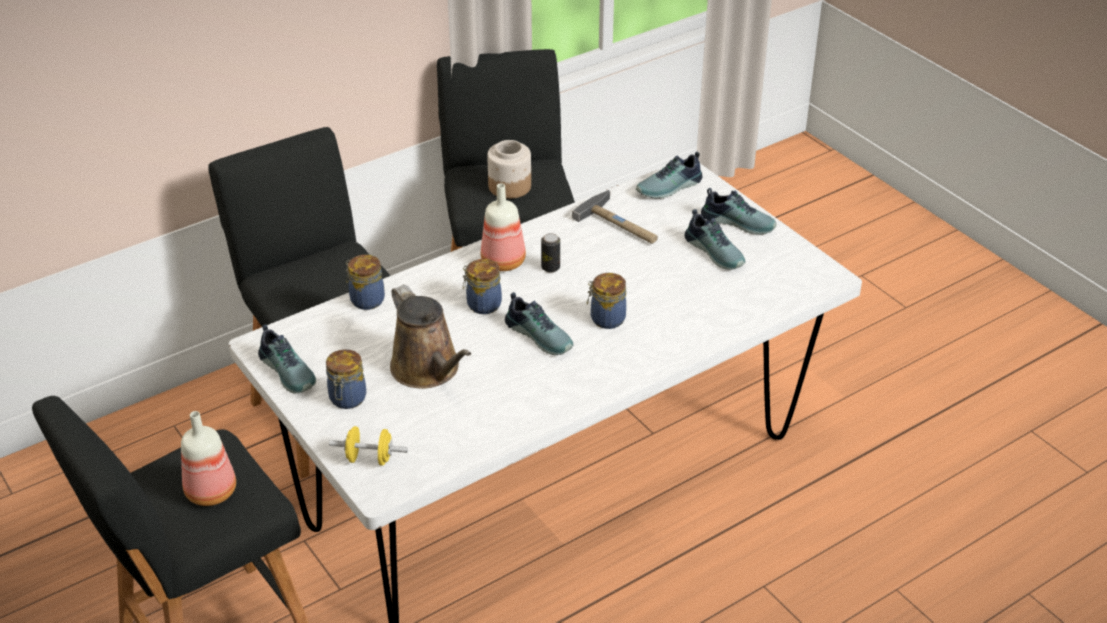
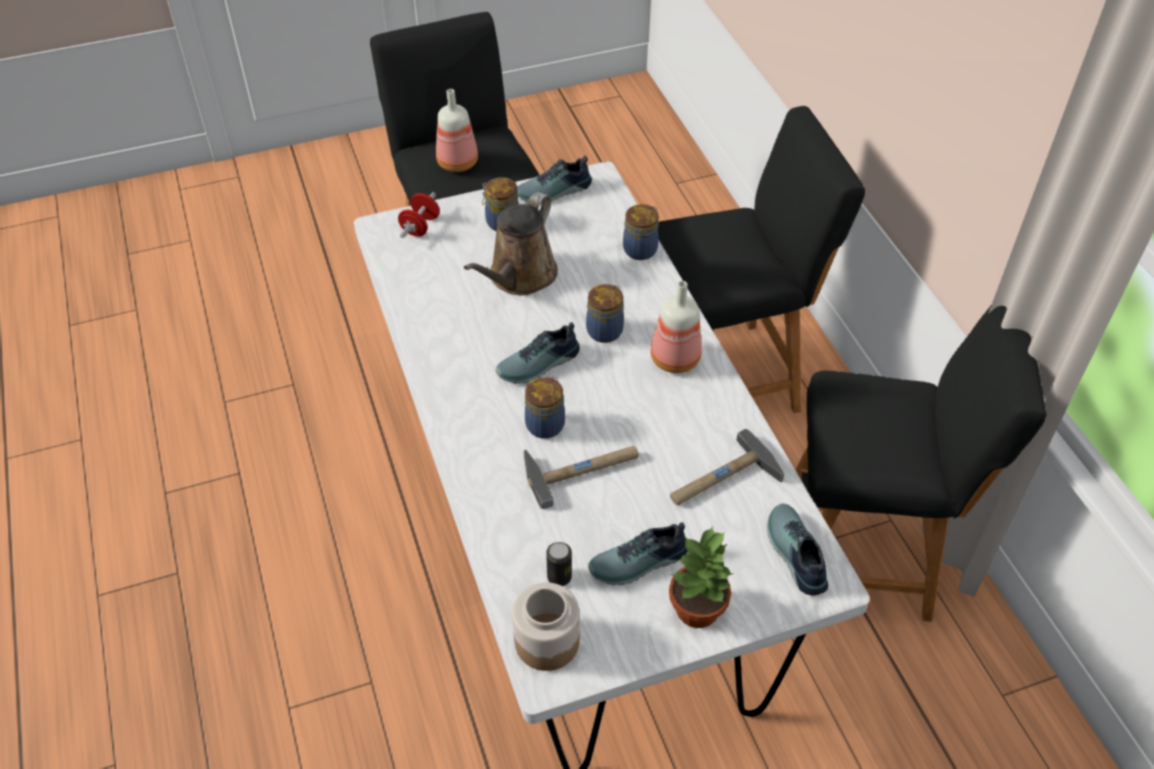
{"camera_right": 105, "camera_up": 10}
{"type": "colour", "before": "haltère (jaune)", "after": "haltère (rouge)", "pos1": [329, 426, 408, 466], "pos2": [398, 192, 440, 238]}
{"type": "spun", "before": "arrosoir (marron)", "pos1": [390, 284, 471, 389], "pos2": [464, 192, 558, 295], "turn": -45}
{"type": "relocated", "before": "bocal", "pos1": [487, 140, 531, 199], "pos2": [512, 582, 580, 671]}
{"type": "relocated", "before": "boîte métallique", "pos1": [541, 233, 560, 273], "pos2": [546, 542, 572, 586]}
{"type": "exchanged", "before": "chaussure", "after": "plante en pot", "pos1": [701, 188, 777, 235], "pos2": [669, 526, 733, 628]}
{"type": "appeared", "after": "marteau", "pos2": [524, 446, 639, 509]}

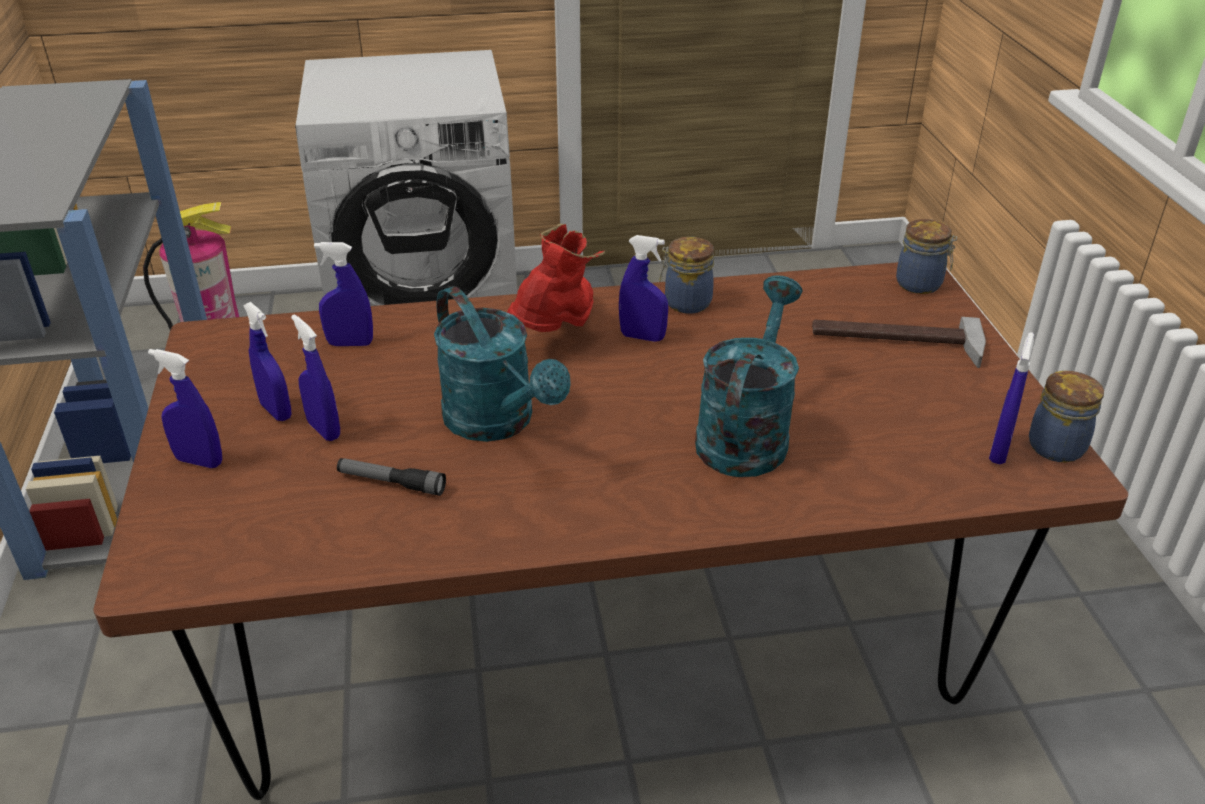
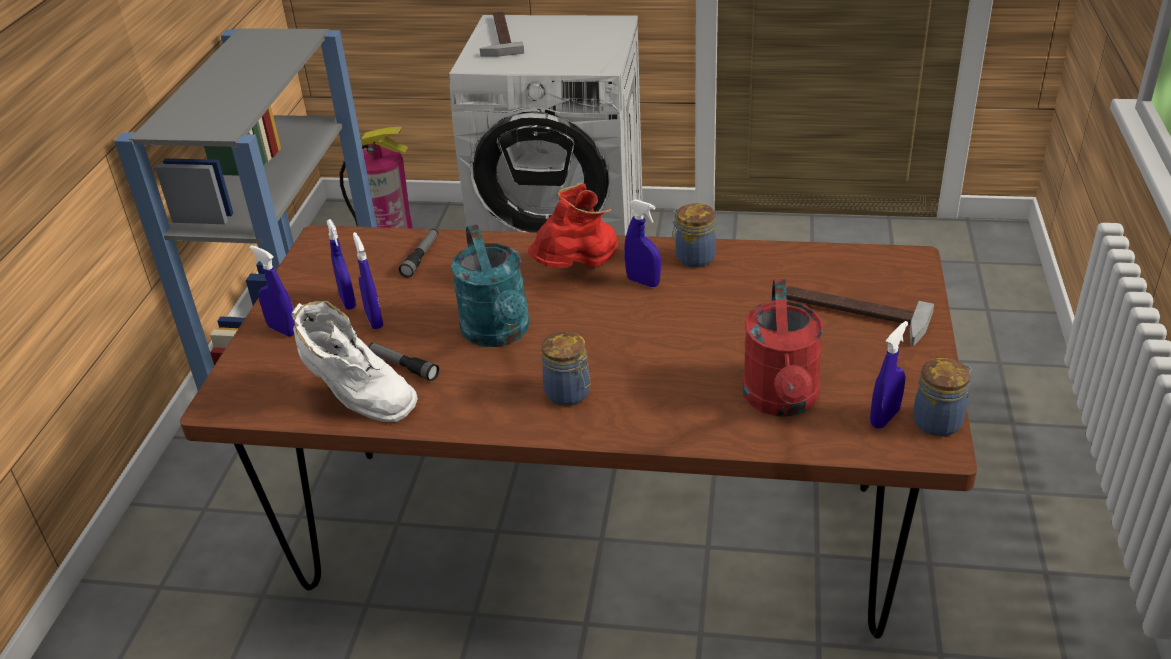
{"camera_right": 20, "camera_up": 0}
{"type": "exchanged", "before": "vaporisateur (bleu)", "after": "lampe de poche", "pos1": [314, 242, 373, 346], "pos2": [399, 229, 438, 278]}
{"type": "missing", "before": "arrosoir (turquoise)", "pos1": [695, 275, 803, 477]}
{"type": "relocated", "before": "bocal", "pos1": [896, 219, 957, 294], "pos2": [542, 332, 591, 406]}
{"type": "appeared", "after": "botte (blanc)", "pos2": [292, 301, 418, 422]}
{"type": "appeared", "after": "marteau", "pos2": [480, 12, 524, 57]}
{"type": "appeared", "after": "arrosoir (rouge)", "pos2": [743, 279, 823, 417]}

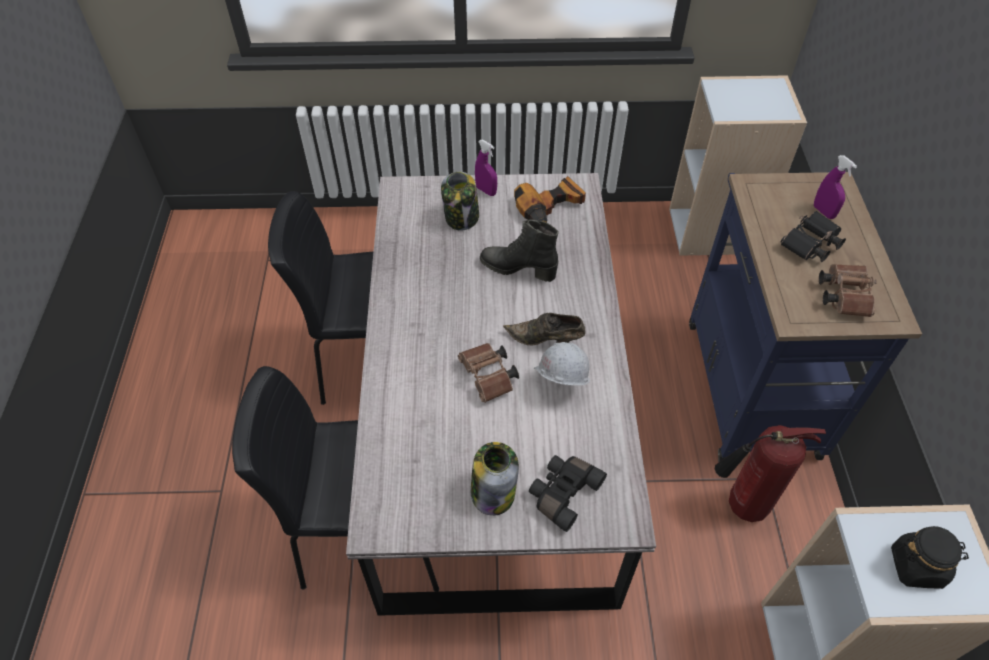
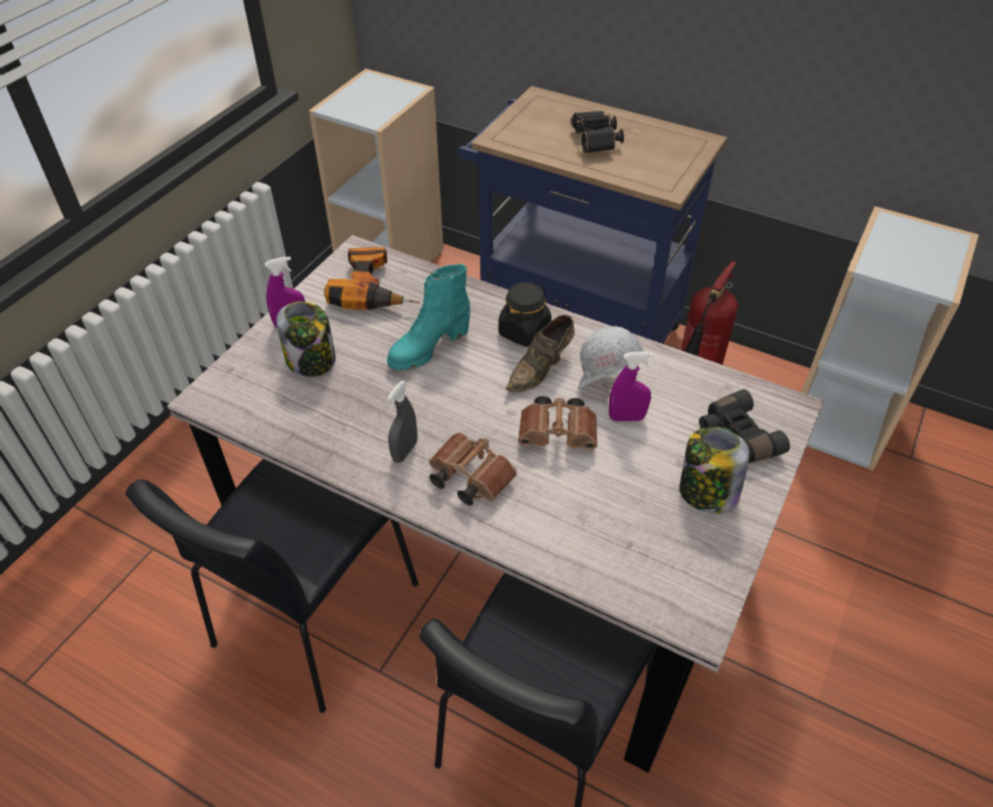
{"camera_right": -60, "camera_up": -5}
{"type": "colour", "before": "botte (noir)", "after": "botte (turquoise)", "pos1": [480, 220, 559, 282], "pos2": [387, 264, 470, 371]}
{"type": "relocated", "before": "vaporisateur (violet)", "pos1": [814, 155, 857, 219], "pos2": [609, 352, 654, 421]}
{"type": "relocated", "before": "jumelles (marron)", "pos1": [819, 264, 877, 317], "pos2": [429, 432, 517, 506]}
{"type": "relocated", "before": "bocal (noir)", "pos1": [891, 526, 969, 589], "pos2": [498, 282, 552, 347]}
{"type": "appeared", "after": "vaporisateur (gris)", "pos2": [387, 381, 417, 463]}

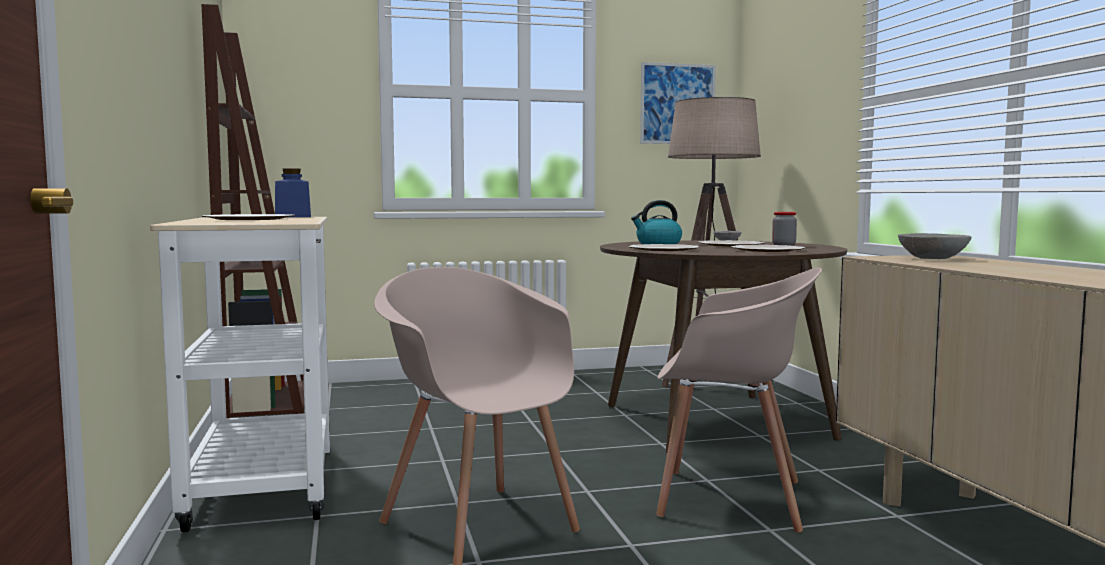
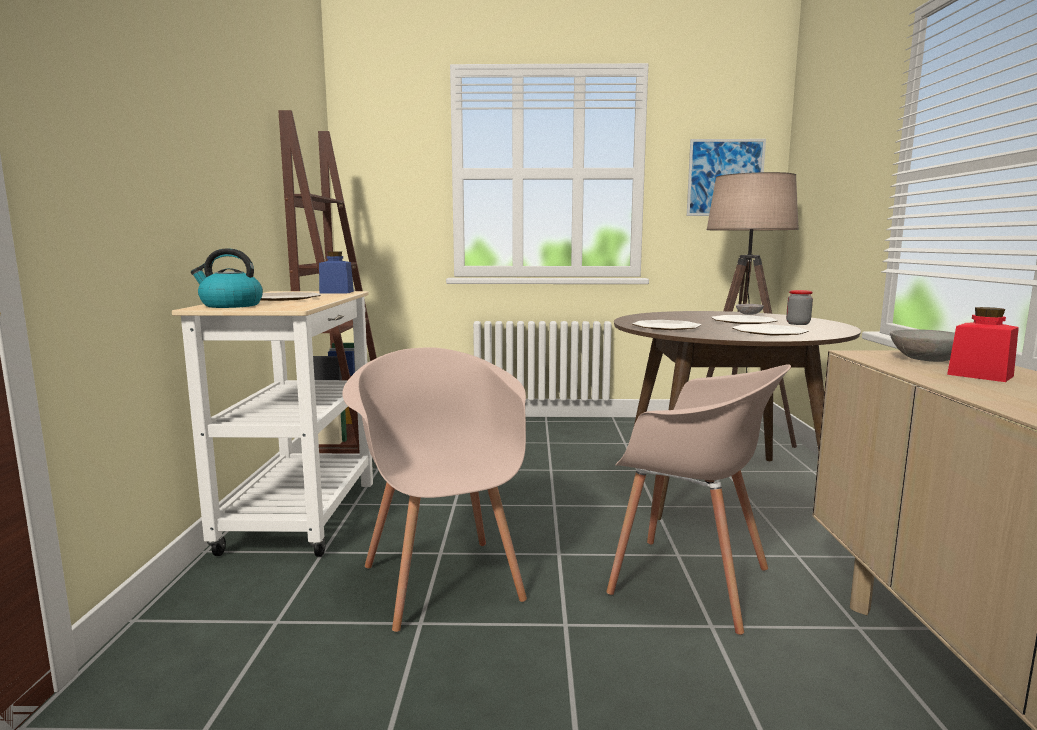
{"camera_right": 15, "camera_up": 5}
{"type": "relocated", "before": "bouilloire", "pos1": [631, 200, 682, 244], "pos2": [191, 248, 263, 308]}
{"type": "appeared", "after": "bocal (rouge)", "pos2": [947, 307, 1019, 382]}

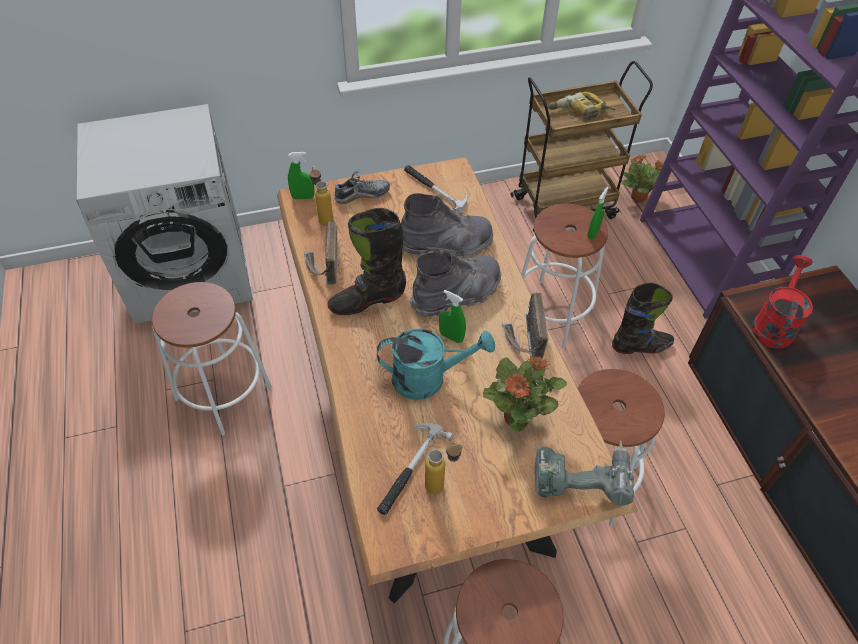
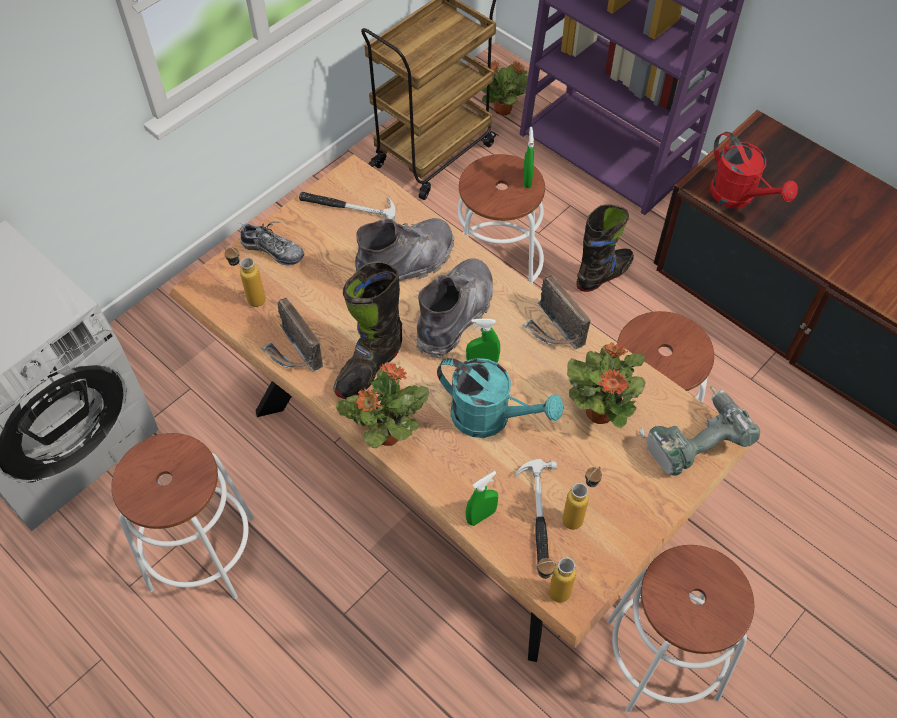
{"camera_right": -30, "camera_up": 5}
{"type": "relocated", "before": "vaporisateur (vert)", "pos1": [288, 152, 315, 199], "pos2": [466, 471, 498, 526]}
{"type": "spun", "before": "chaussure", "pos1": [334, 170, 390, 204], "pos2": [239, 222, 304, 265], "turn": 75}
{"type": "spun", "before": "arrosoir (turquoise)", "pos1": [377, 329, 495, 400], "pos2": [437, 358, 564, 438], "turn": 60}
{"type": "missing", "before": "perceuse", "pos1": [548, 92, 615, 121]}
{"type": "spun", "before": "arrosoir (rouge)", "pos1": [752, 255, 813, 349], "pos2": [710, 132, 798, 209], "turn": 150}
{"type": "appeared", "after": "plante en pot", "pos2": [336, 362, 429, 448]}
{"type": "appeared", "after": "bouteille", "pos2": [536, 557, 576, 603]}

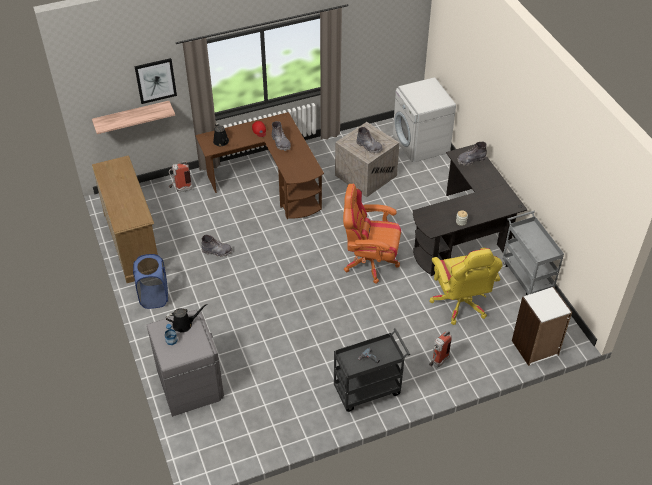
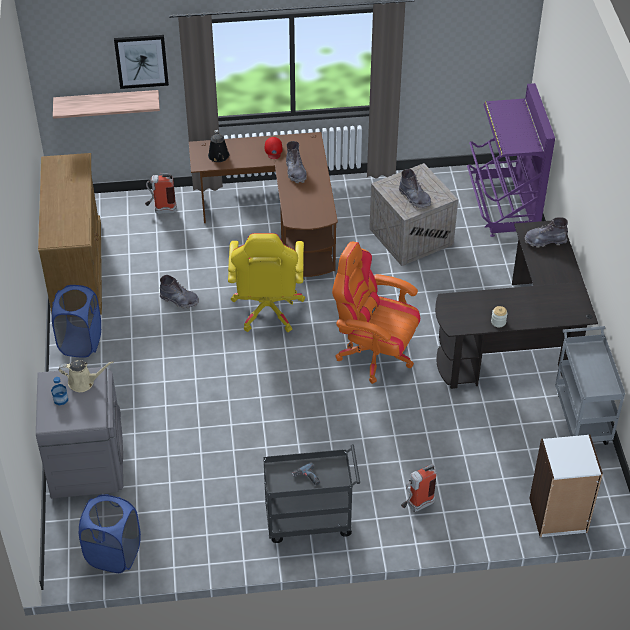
{"camera_right": 15, "camera_up": 0}
{"type": "colour", "before": "arrosoir (noir)", "after": "arrosoir (beige)", "pos1": [166, 304, 208, 333], "pos2": [59, 360, 114, 392]}
{"type": "exchanged", "before": "lave-linge (blanc)", "after": "étagère à chaussures (violet)", "pos1": [393, 77, 456, 162], "pos2": [467, 83, 555, 237]}
{"type": "relocated", "before": "chaise de bureau (jaune)", "pos1": [429, 248, 503, 325], "pos2": [228, 233, 305, 332]}
{"type": "appeared", "after": "panier à linge (bleu)", "pos2": [79, 494, 141, 573]}

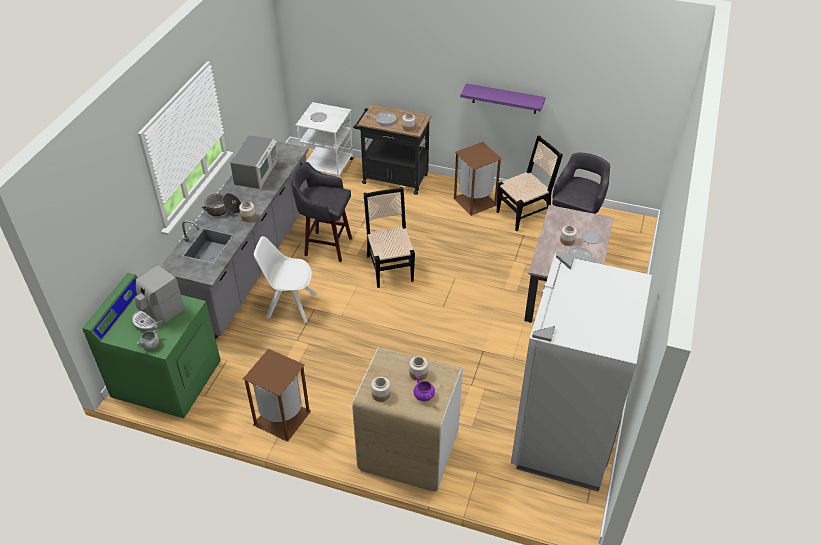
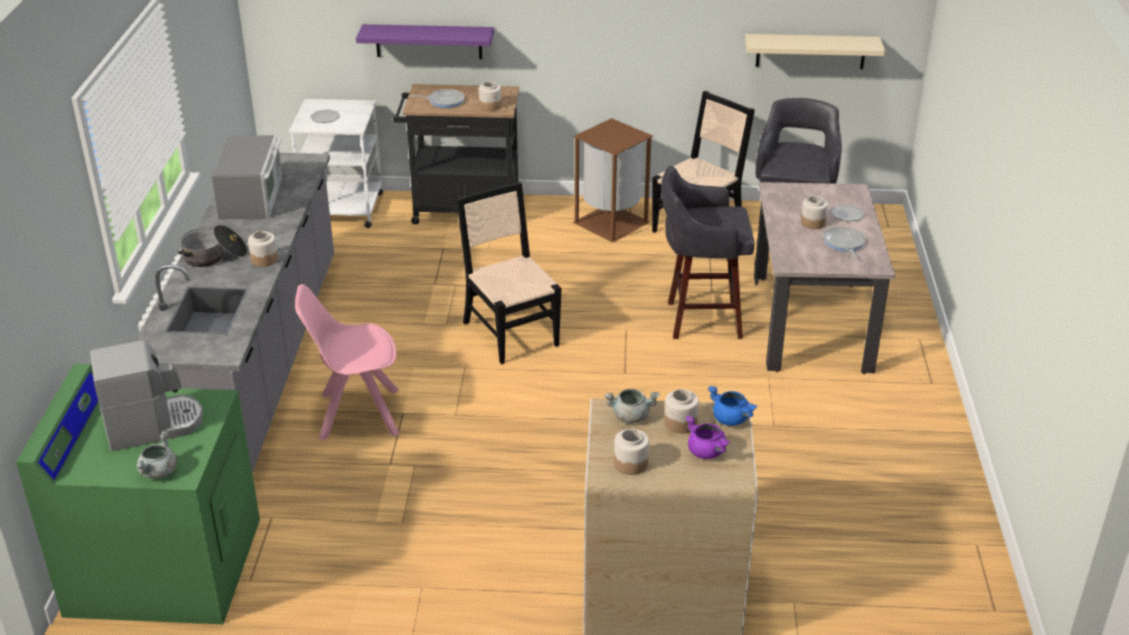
{"camera_right": -15, "camera_up": -10}
{"type": "spun", "before": "machine à café", "pos1": [132, 265, 185, 332], "pos2": [90, 340, 203, 451], "turn": -135}
{"type": "missing", "before": "poubelle (marron)", "pos1": [243, 349, 311, 442]}
{"type": "colour", "before": "chaise (blanc)", "after": "chaise (rose)", "pos1": [254, 236, 317, 323], "pos2": [295, 284, 399, 441]}
{"type": "relocated", "before": "tabouret (gris)", "pos1": [291, 162, 352, 262], "pos2": [661, 166, 754, 339]}
{"type": "relocated", "before": "étagère (violet)", "pos1": [460, 83, 546, 114], "pos2": [356, 24, 494, 59]}
{"type": "missing", "before": "réfrigérateur (blanc)", "pos1": [511, 252, 652, 492]}
{"type": "appeared", "after": "marmite (gris)", "pos2": [605, 389, 660, 424]}
{"type": "appeared", "after": "marmite (bleu)", "pos2": [708, 386, 757, 426]}
{"type": "appeared", "after": "étagère (beige)", "pos2": [745, 34, 885, 69]}

